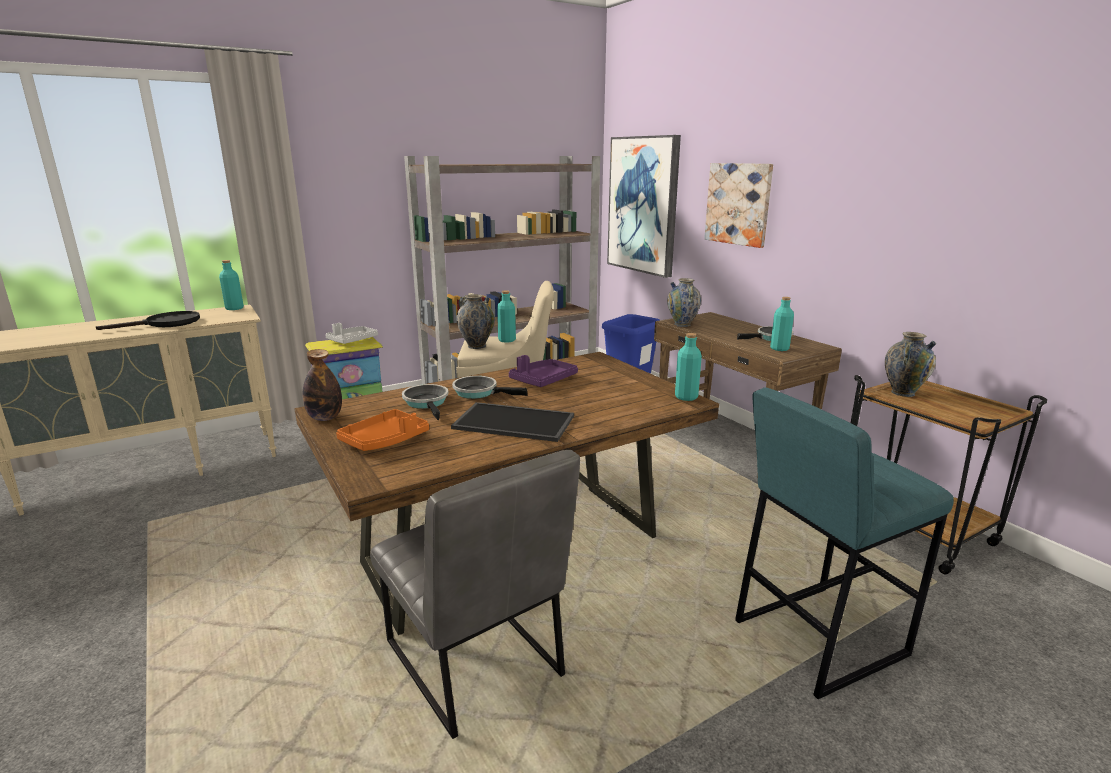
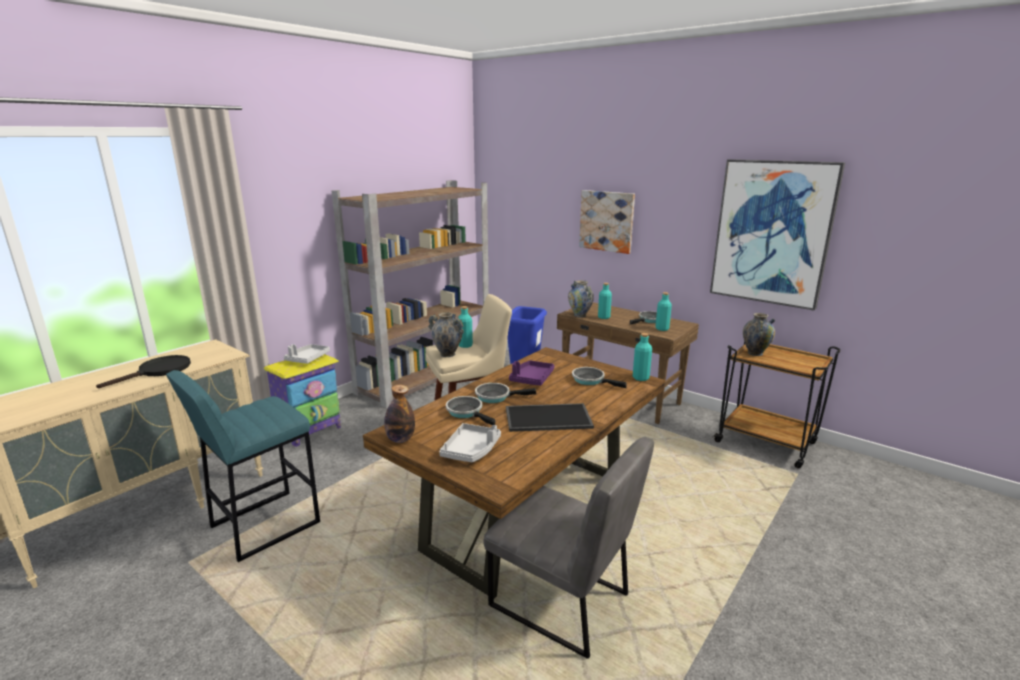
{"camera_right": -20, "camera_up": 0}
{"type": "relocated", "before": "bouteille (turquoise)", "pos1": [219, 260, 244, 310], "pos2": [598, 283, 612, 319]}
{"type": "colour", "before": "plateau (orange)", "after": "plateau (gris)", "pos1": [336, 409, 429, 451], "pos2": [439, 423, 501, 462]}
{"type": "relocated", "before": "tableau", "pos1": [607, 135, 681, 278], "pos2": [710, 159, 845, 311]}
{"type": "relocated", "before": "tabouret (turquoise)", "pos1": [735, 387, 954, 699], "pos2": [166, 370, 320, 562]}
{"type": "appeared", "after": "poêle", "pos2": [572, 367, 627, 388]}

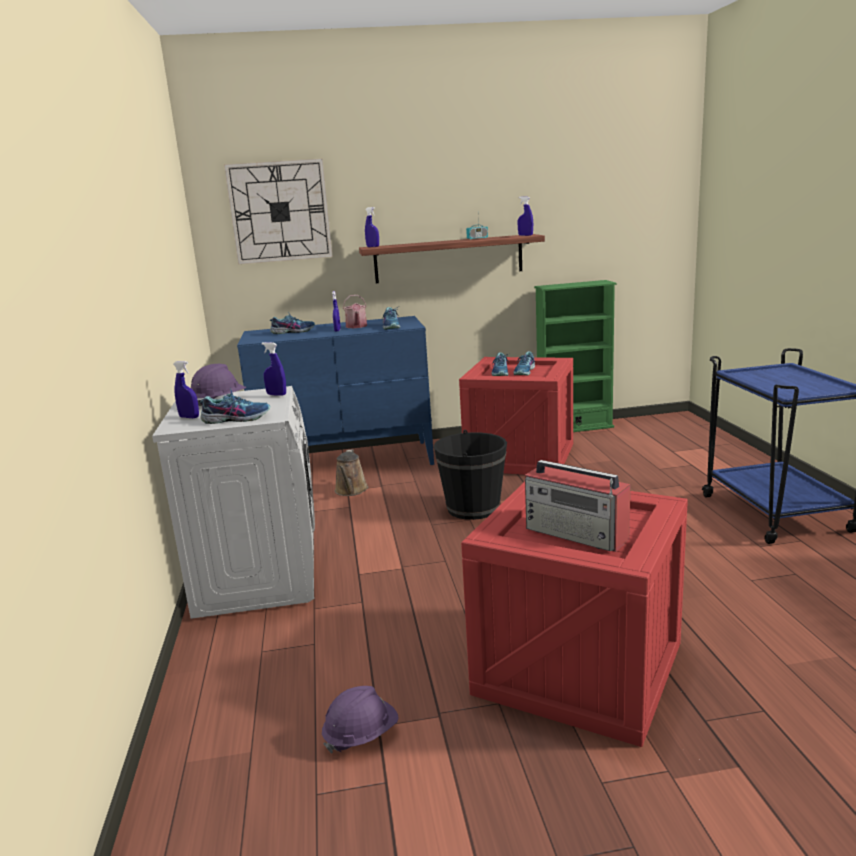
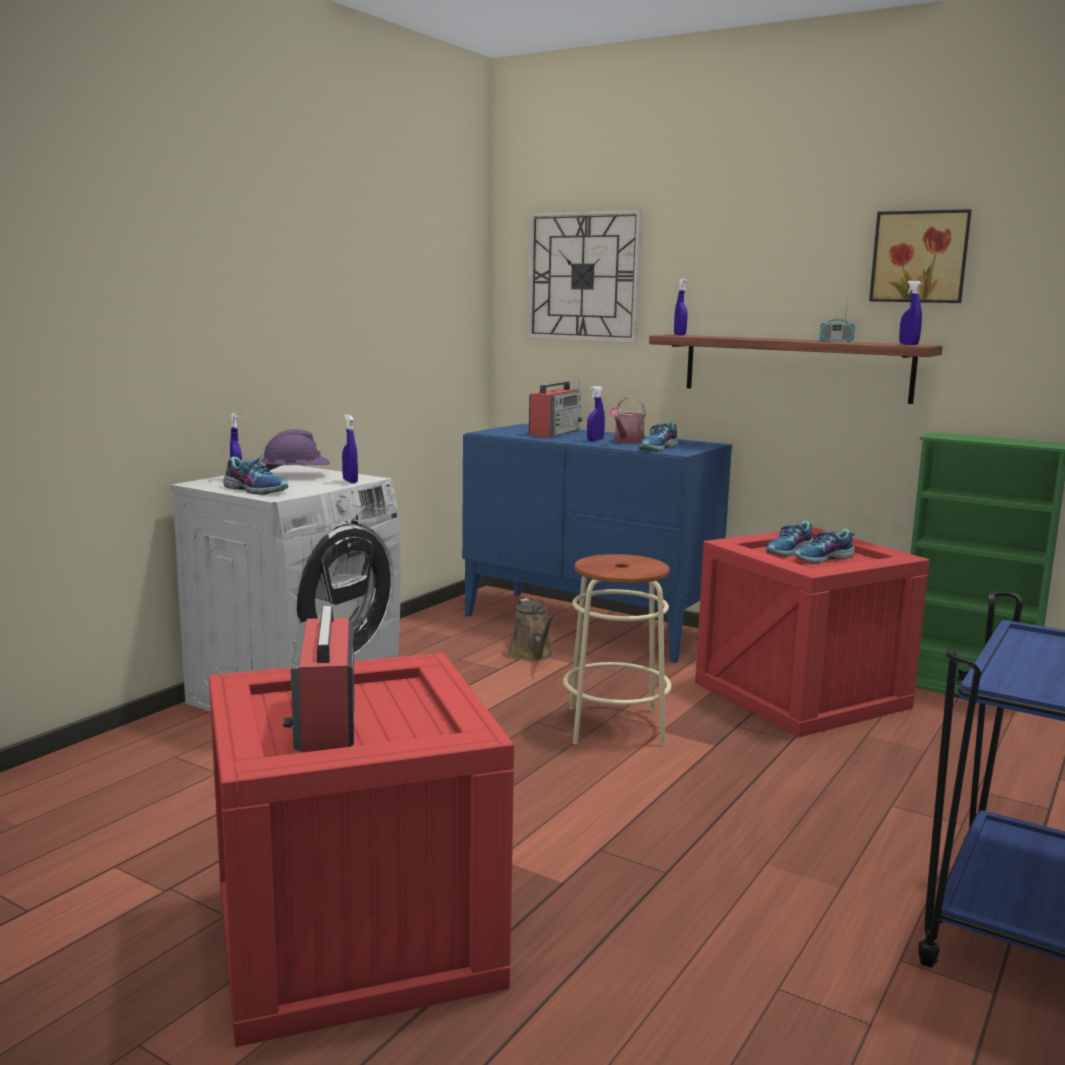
{"camera_right": 40, "camera_up": -5}
{"type": "exchanged", "before": "chaussure", "after": "radio", "pos1": [270, 312, 315, 334], "pos2": [529, 379, 583, 438]}
{"type": "missing", "before": "casque de chantier (violet)", "pos1": [322, 686, 399, 754]}
{"type": "spun", "before": "arrosoir (marron)", "pos1": [335, 449, 368, 496], "pos2": [508, 598, 555, 661], "turn": -60}
{"type": "exchanged", "before": "seau (noir)", "after": "tabouret (beige)", "pos1": [434, 430, 507, 520], "pos2": [563, 554, 672, 746]}
{"type": "appeared", "after": "tableau", "pos2": [869, 209, 972, 303]}

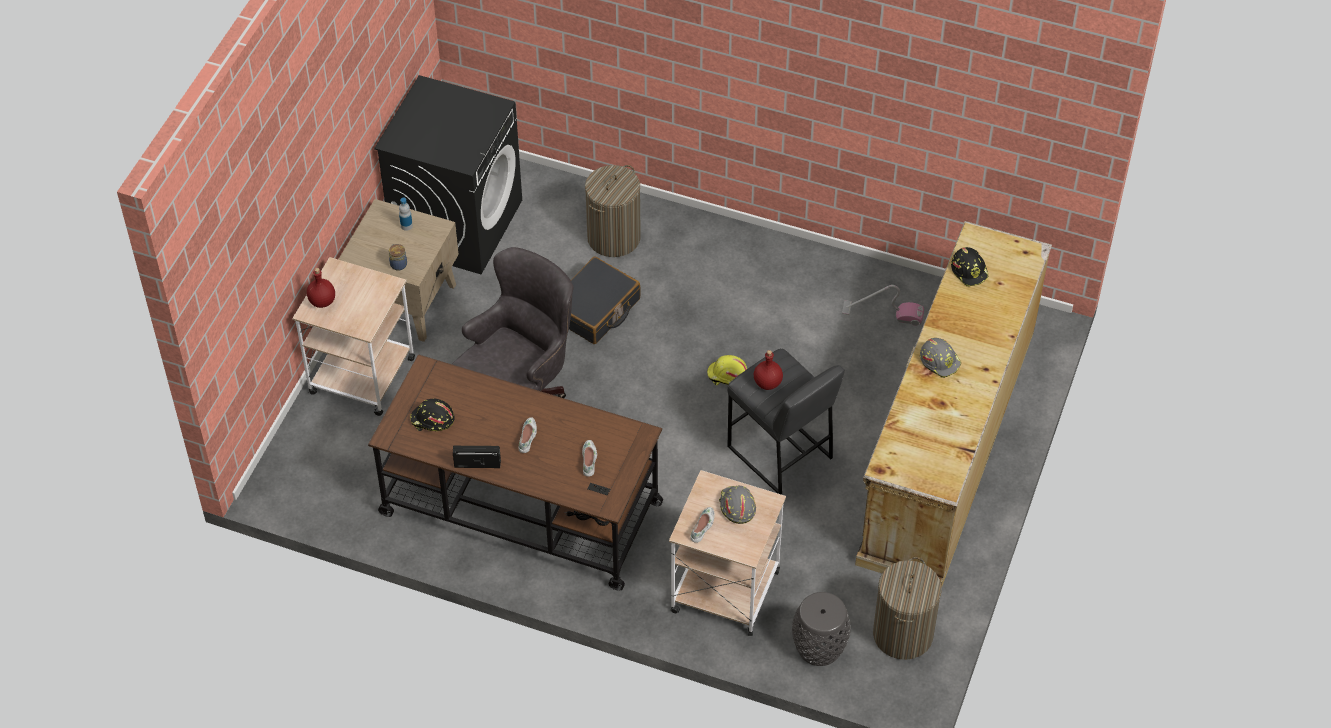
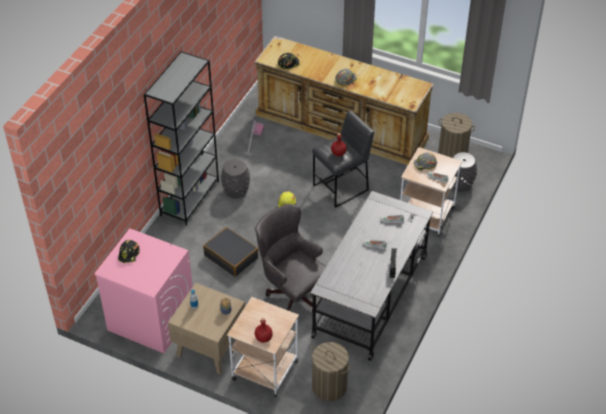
{"camera_right": -85, "camera_up": -5}
{"type": "colour", "before": "bureau (marron)", "after": "bureau (gris)", "pos1": [368, 354, 663, 591], "pos2": [310, 191, 433, 361]}
{"type": "colour", "before": "lave-linge (noir)", "after": "lave-linge (rose)", "pos1": [374, 75, 522, 274], "pos2": [94, 228, 193, 353]}
{"type": "relocated", "before": "casque de chantier (noir)", "pos1": [410, 399, 455, 431], "pos2": [118, 240, 140, 263]}
{"type": "relocated", "before": "panier à linge", "pos1": [585, 165, 641, 257], "pos2": [310, 342, 350, 401]}
{"type": "appeared", "after": "bibliothèque (gris)", "pos2": [144, 51, 219, 226]}
{"type": "appeared", "after": "tabouret (gris)", "pos2": [221, 159, 250, 199]}

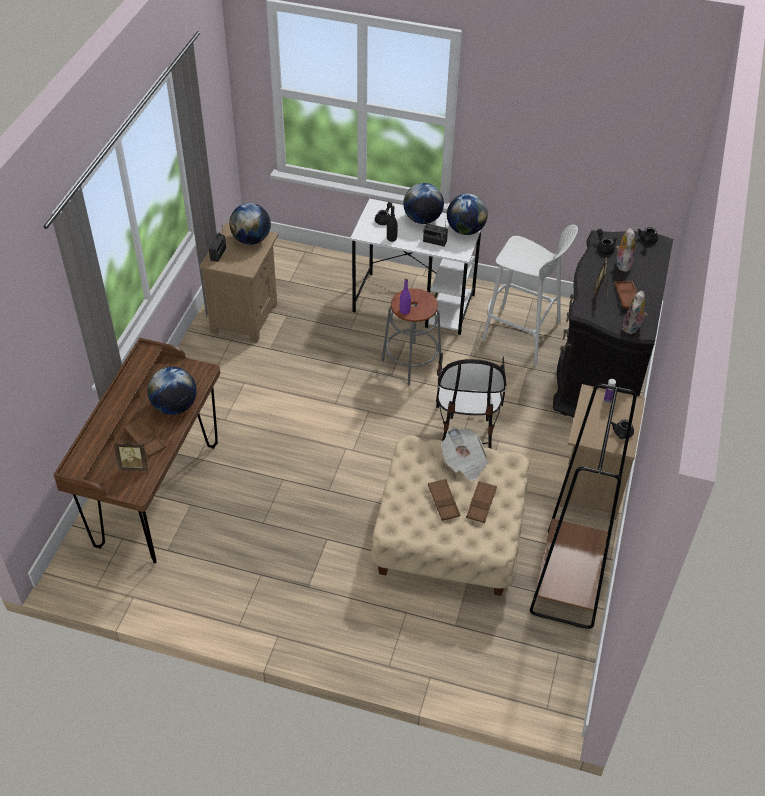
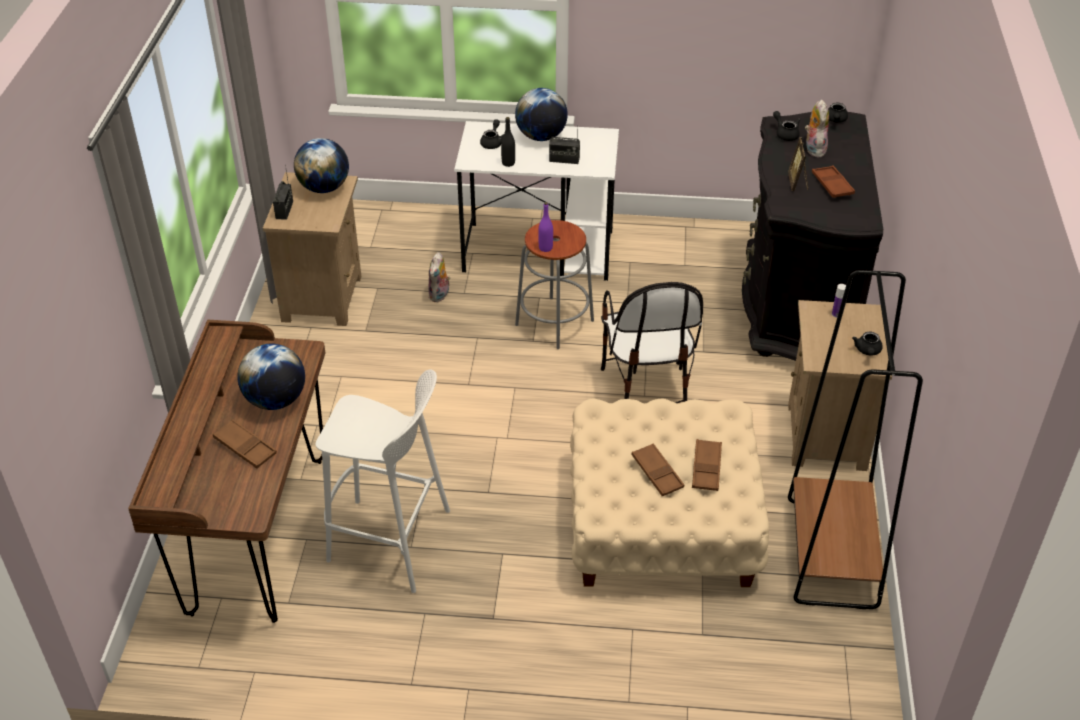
{"camera_right": -10, "camera_up": -5}
{"type": "missing", "before": "cadre photo", "pos1": [114, 441, 148, 472]}
{"type": "missing", "before": "journal", "pos1": [441, 427, 489, 481]}
{"type": "missing", "before": "globe", "pos1": [447, 194, 488, 235]}
{"type": "relocated", "before": "tabouret (blanc)", "pos1": [482, 225, 578, 366], "pos2": [316, 370, 450, 593]}
{"type": "relocated", "before": "peluche", "pos1": [622, 291, 647, 334], "pos2": [428, 252, 451, 302]}

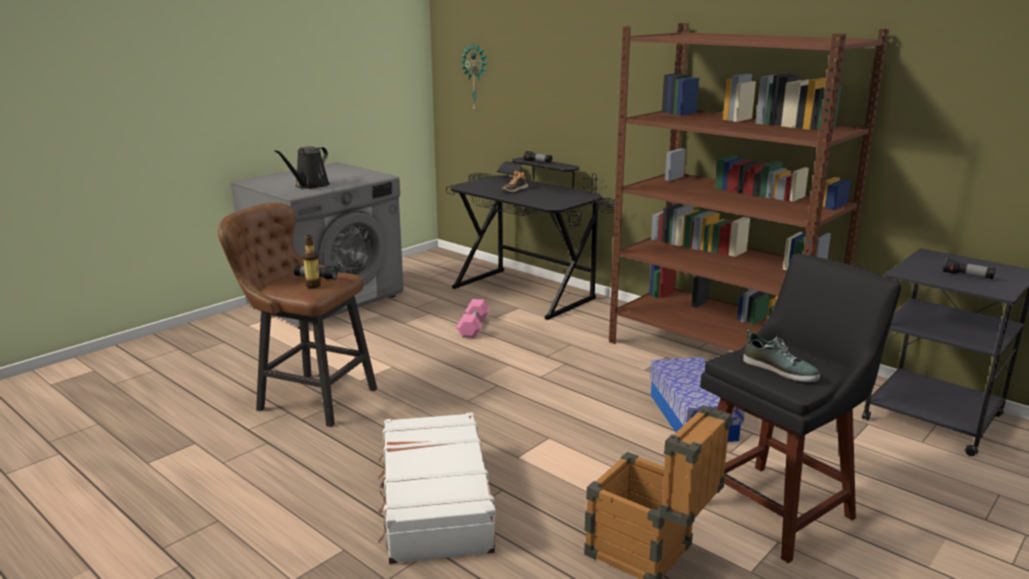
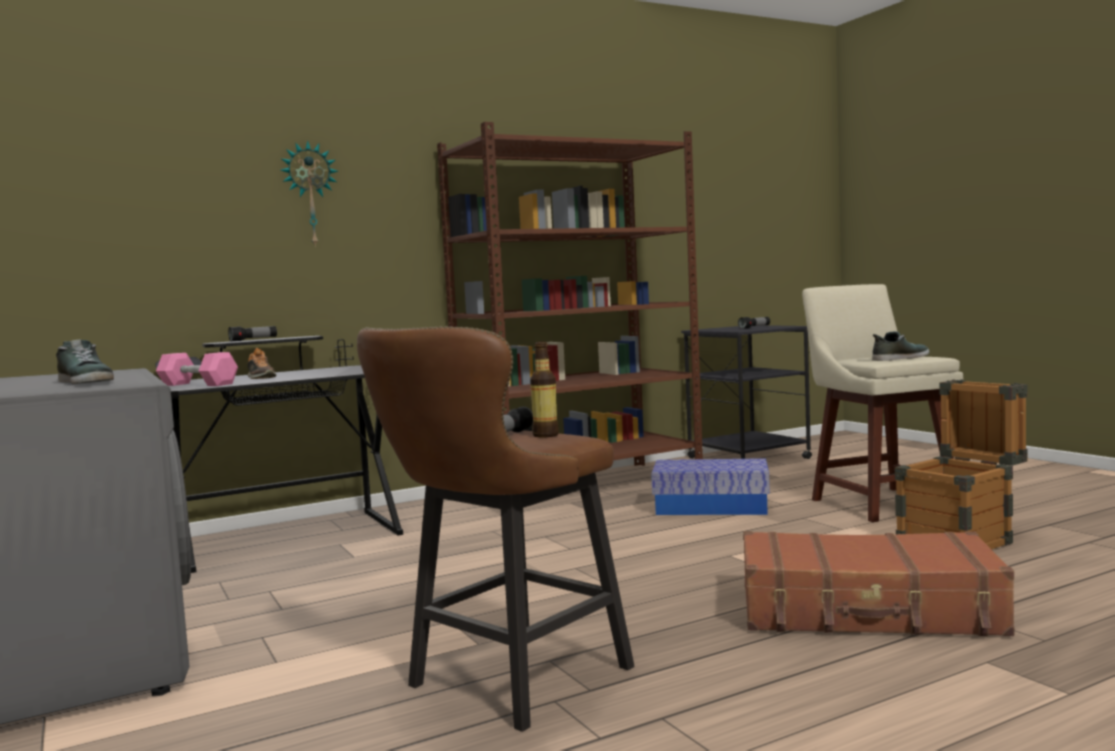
{"camera_right": -70, "camera_up": -15}
{"type": "exchanged", "before": "arrosoir (noir)", "after": "chaussure", "pos1": [274, 146, 330, 189], "pos2": [56, 340, 114, 384]}
{"type": "colour", "before": "valise (blanc)", "after": "valise (marron)", "pos1": [378, 412, 496, 564], "pos2": [743, 531, 1014, 636]}
{"type": "relocated", "before": "haltère (rose)", "pos1": [456, 299, 490, 338], "pos2": [156, 352, 238, 386]}
{"type": "relocated", "before": "horloge murale", "pos1": [460, 42, 488, 113], "pos2": [280, 140, 338, 248]}
{"type": "colour", "before": "tabouret (noir)", "after": "tabouret (beige)", "pos1": [700, 254, 901, 563], "pos2": [802, 284, 963, 522]}

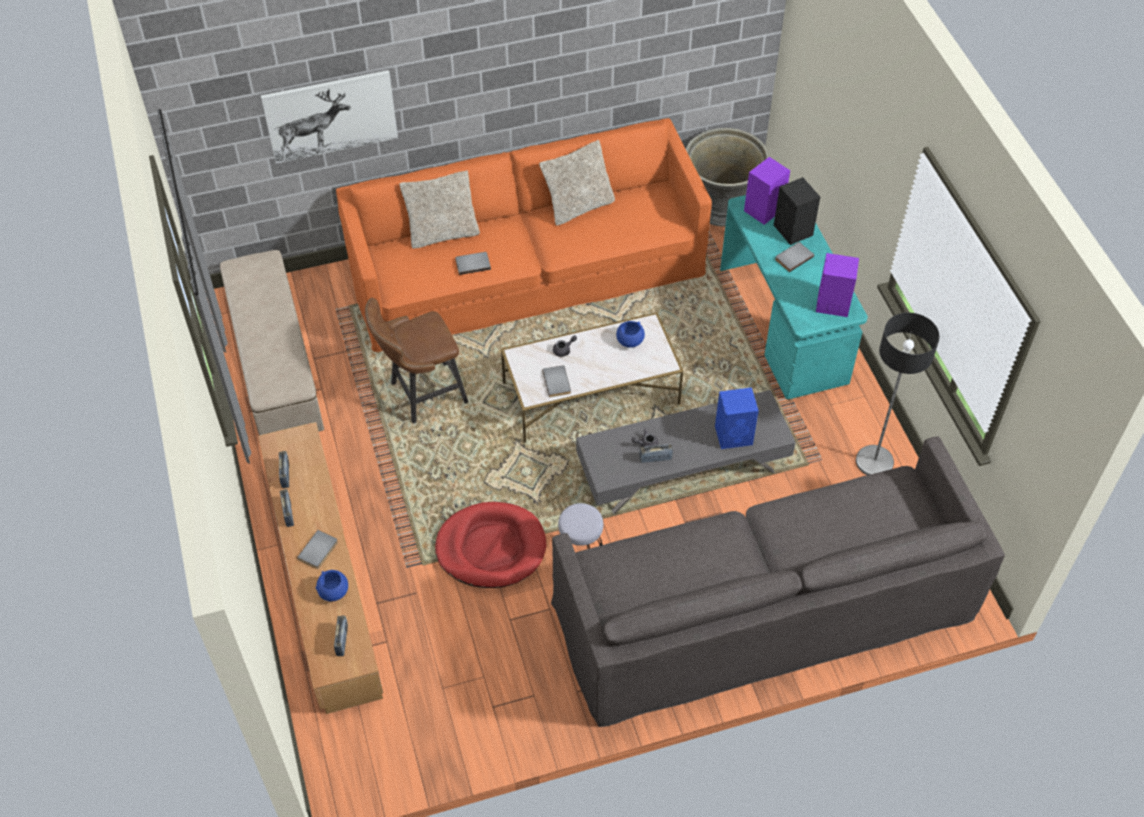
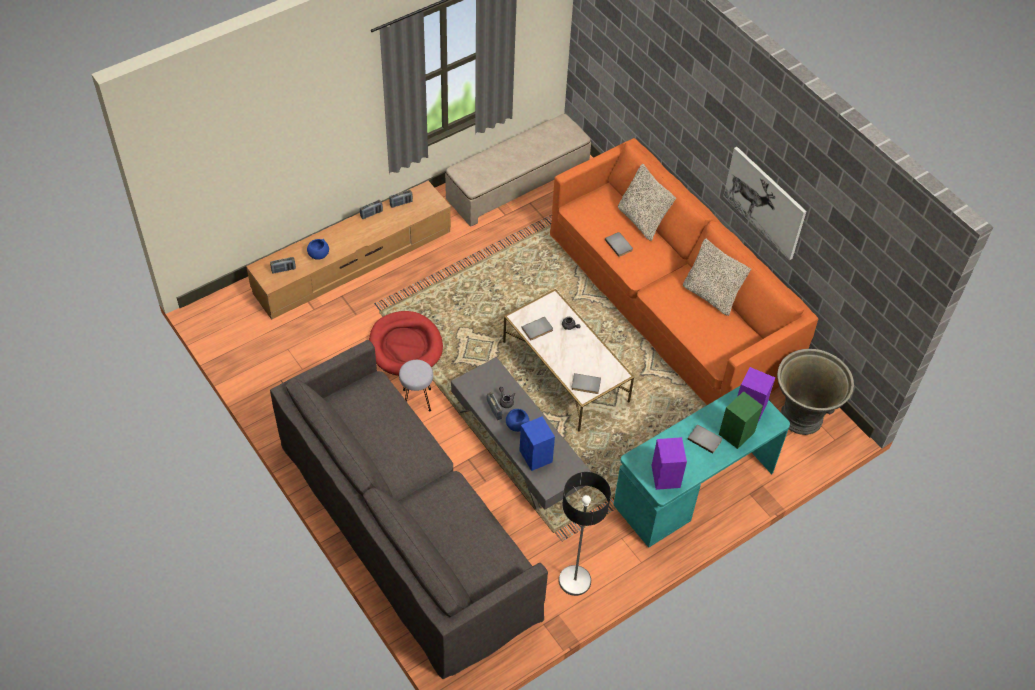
{"camera_right": 70, "camera_up": 0}
{"type": "relocated", "before": "tableau", "pos1": [261, 70, 398, 163], "pos2": [723, 147, 807, 260]}
{"type": "relocated", "before": "livre (gris)", "pos1": [297, 530, 338, 569], "pos2": [571, 373, 601, 394]}
{"type": "missing", "before": "tabouret (marron)", "pos1": [365, 298, 468, 423]}
{"type": "relocated", "before": "bol (bleu)", "pos1": [616, 321, 645, 348], "pos2": [506, 409, 529, 432]}
{"type": "colour", "before": "enceinte (noir)", "after": "enceinte (vert)", "pos1": [774, 177, 820, 245], "pos2": [719, 391, 763, 449]}

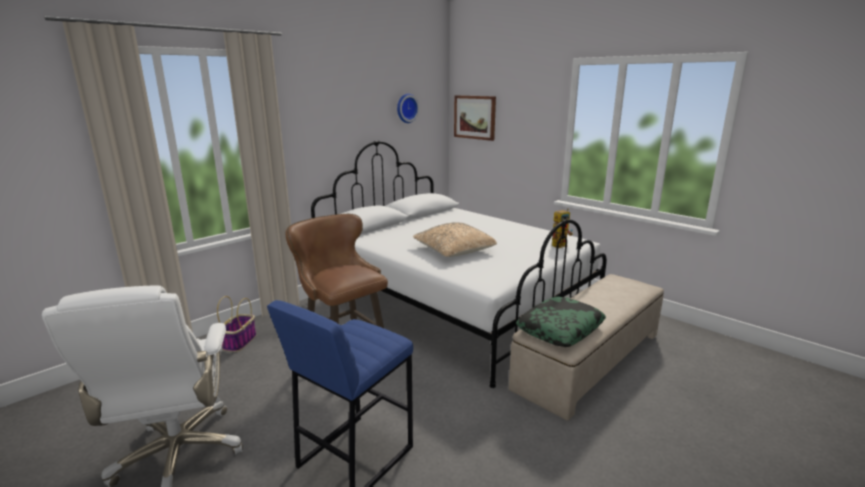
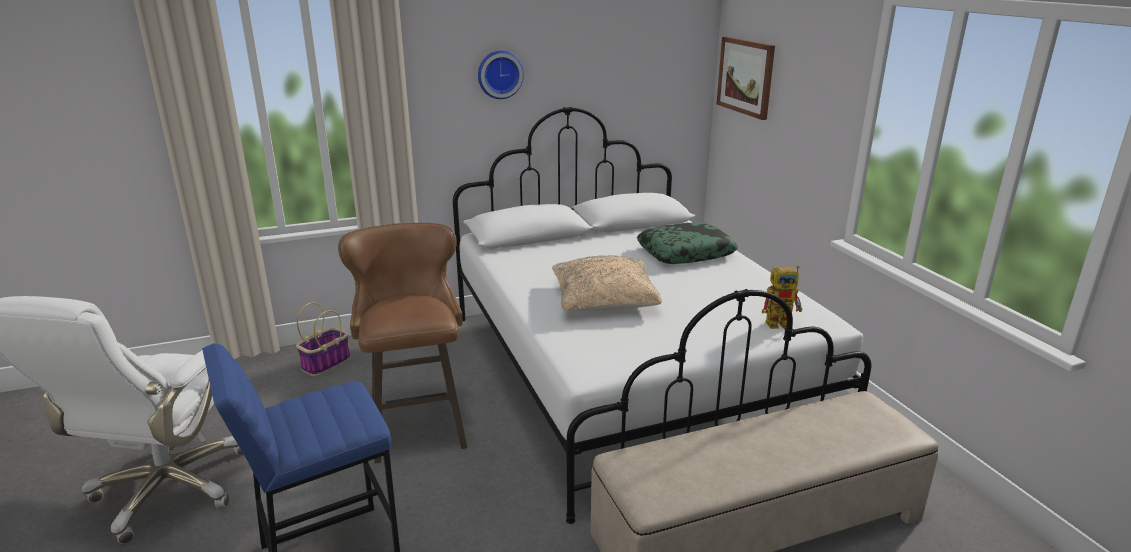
{"camera_right": 25, "camera_up": 5}
{"type": "relocated", "before": "horloge murale", "pos1": [397, 94, 419, 123], "pos2": [478, 51, 524, 99]}
{"type": "relocated", "before": "coussin", "pos1": [516, 296, 606, 347], "pos2": [637, 222, 738, 264]}

